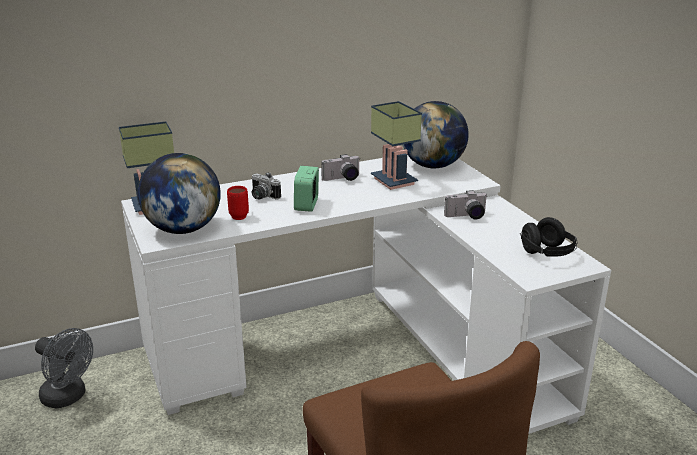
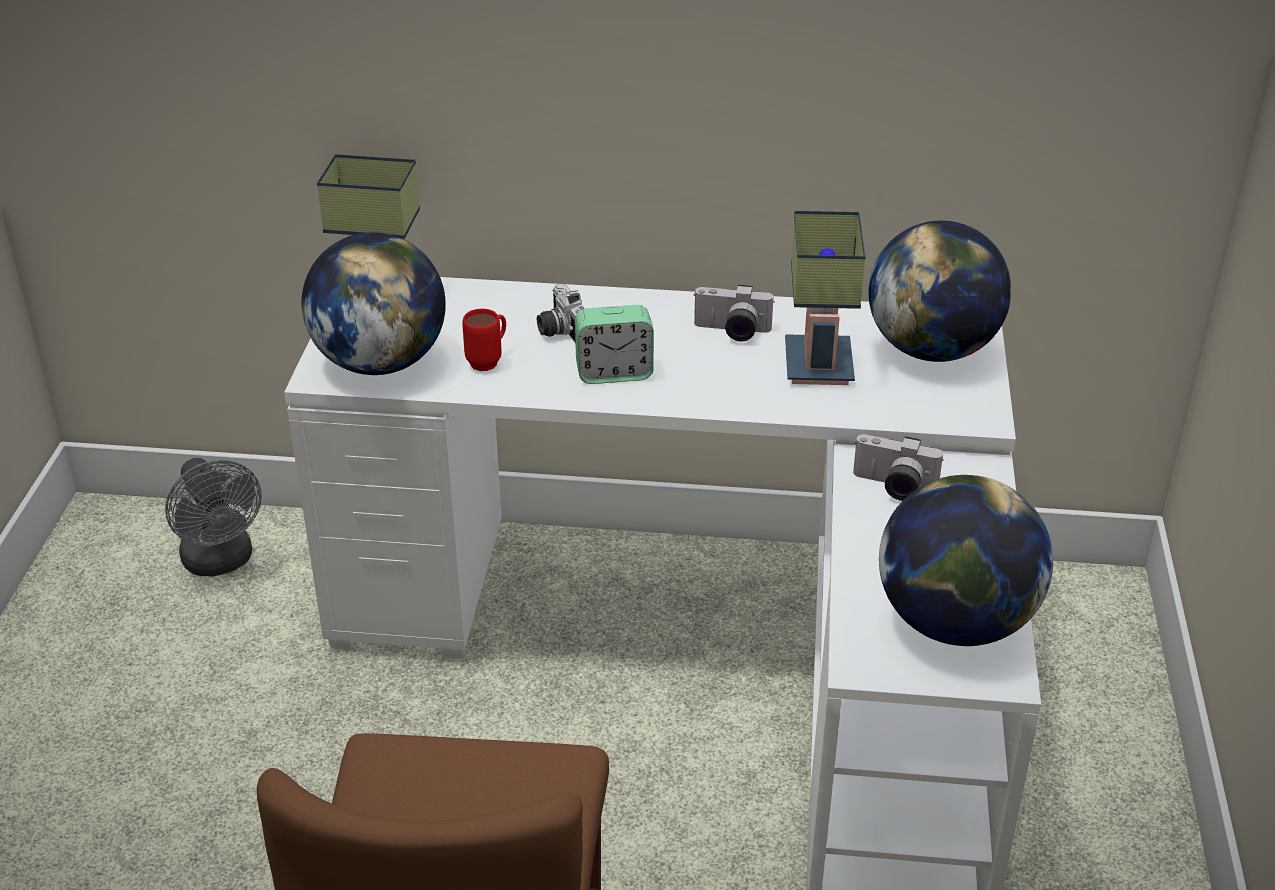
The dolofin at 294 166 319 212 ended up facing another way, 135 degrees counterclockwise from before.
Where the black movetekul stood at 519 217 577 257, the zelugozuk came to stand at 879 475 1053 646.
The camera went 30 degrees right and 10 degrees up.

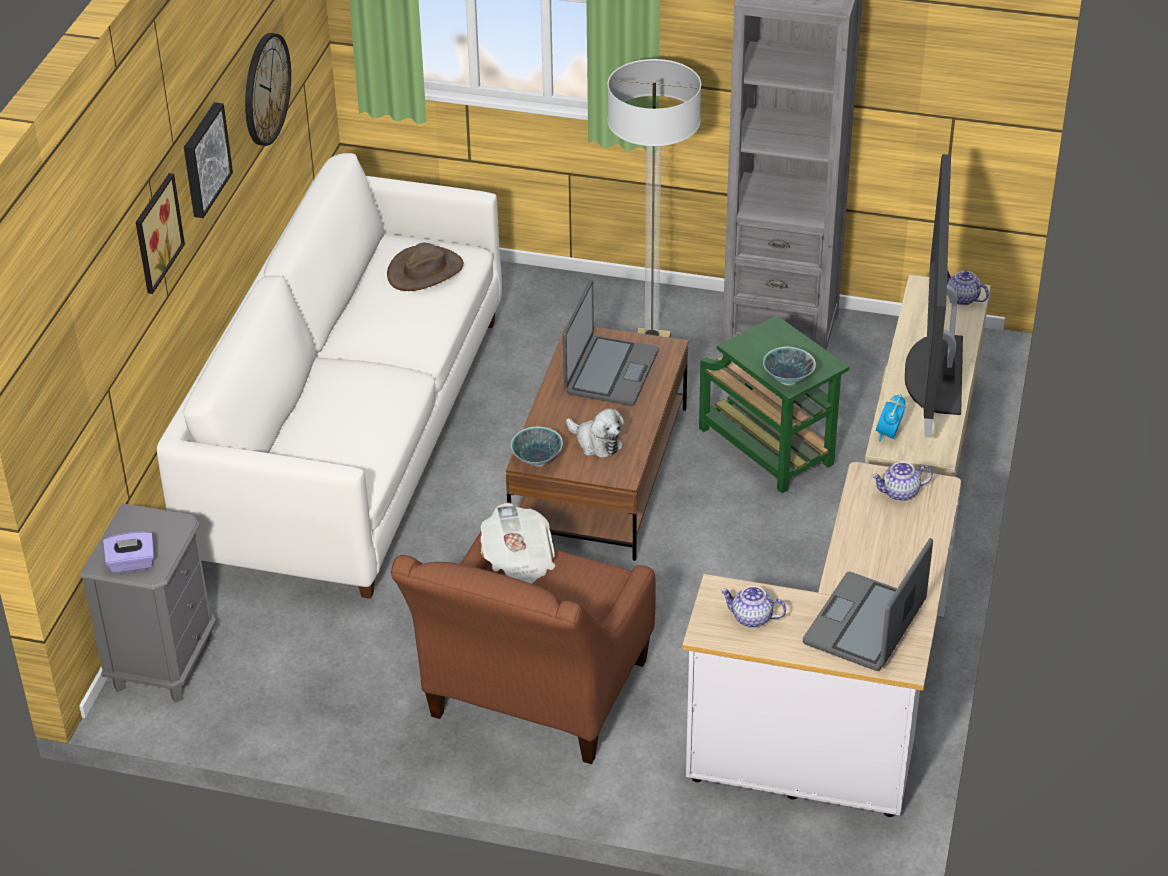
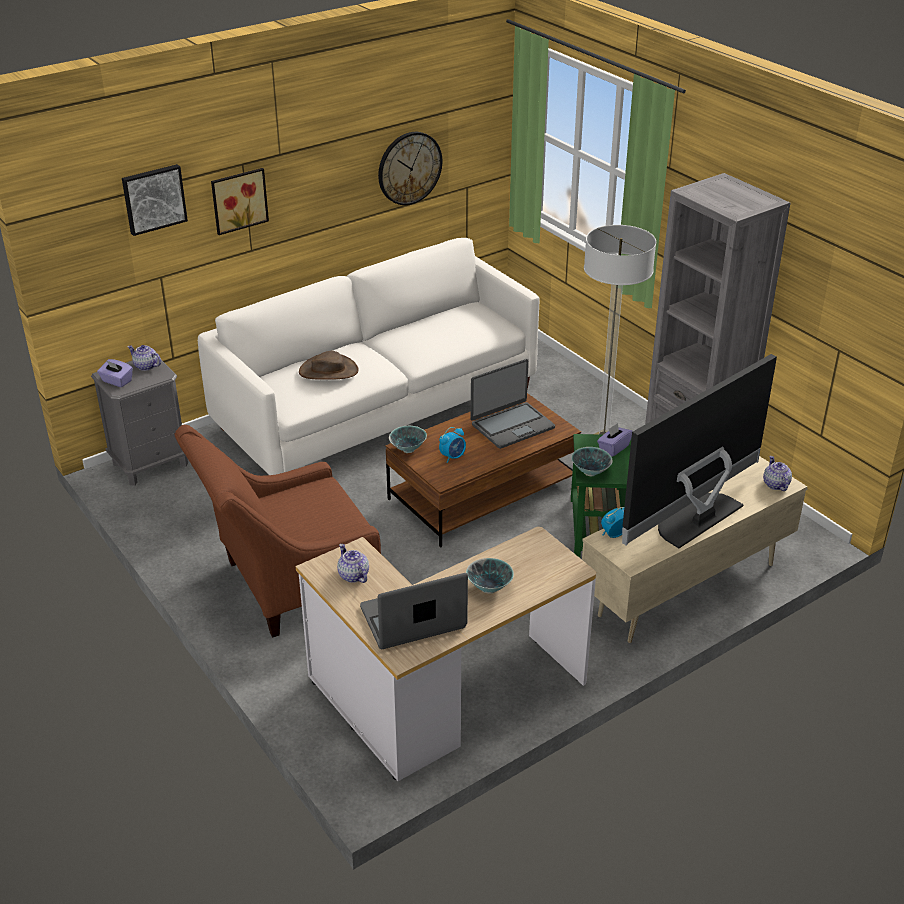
The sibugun ended up elsewhere, having gone from 184 102 233 218 to 122 164 188 236.
The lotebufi ended up elsewhere, having gone from 872 462 933 501 to 128 345 161 371.
The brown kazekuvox ended up elsewhere, having gone from 387 243 464 291 to 299 351 359 380.
Where the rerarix stood at 566 409 625 458, the dolofin came to stand at 439 427 466 463.
The second view gained the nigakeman at 466 558 514 594.
The second view gained the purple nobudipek at 597 423 633 457.
The second view lost the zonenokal at 481 503 555 584.
The camera went 40 degrees right and 5 degrees down.

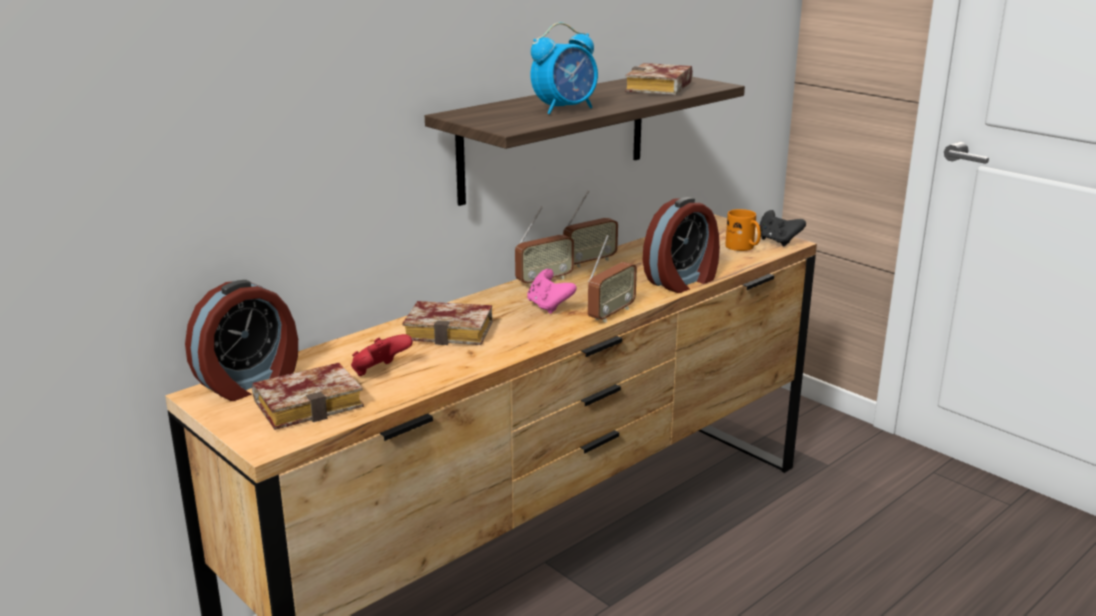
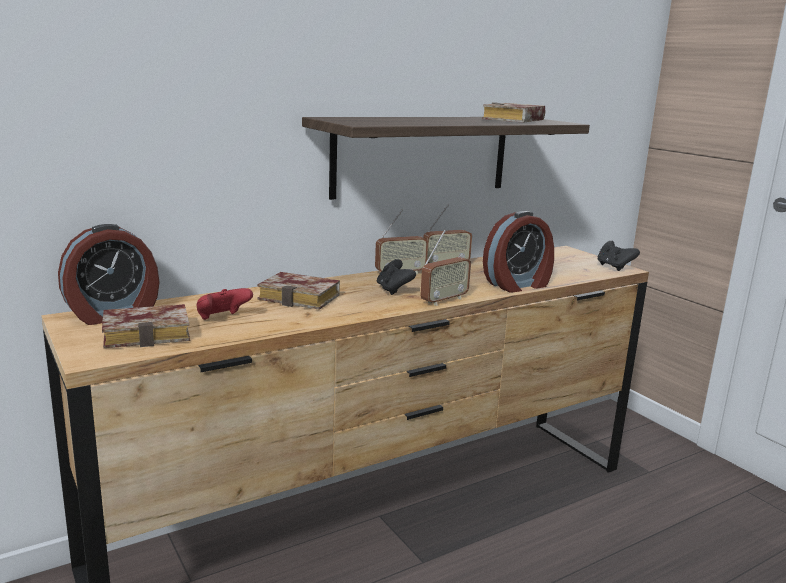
What was the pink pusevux at 527 269 577 314 turned into the black pusevux at 377 259 416 295.
The second view lost the dolofin at 531 22 598 114.
The second view lost the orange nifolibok at 725 209 761 251.
The camera went 10 degrees right and 5 degrees down.

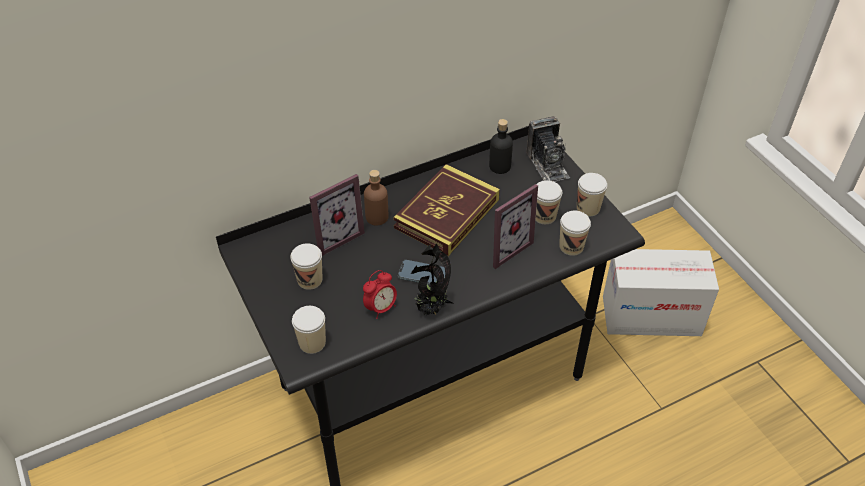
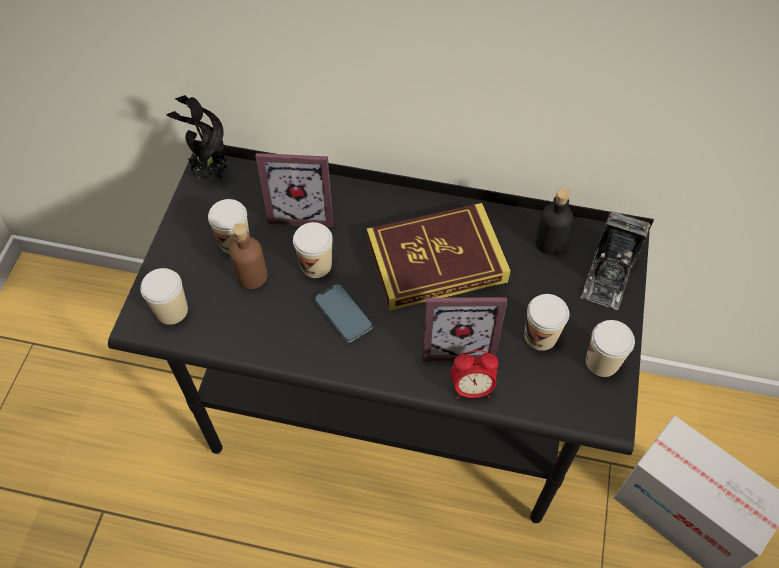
The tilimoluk ended up elsewhere, having gone from 411 243 453 315 to 166 95 227 179.
The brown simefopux ended up elsewhere, having gone from 364 170 388 226 to 229 223 267 289.
The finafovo ended up elsewhere, having gone from 559 211 591 256 to 293 222 333 278.
The dolofin ended up elsewhere, having gone from 363 270 397 319 to 450 350 498 399.
The camera went 40 degrees right and 10 degrees up.

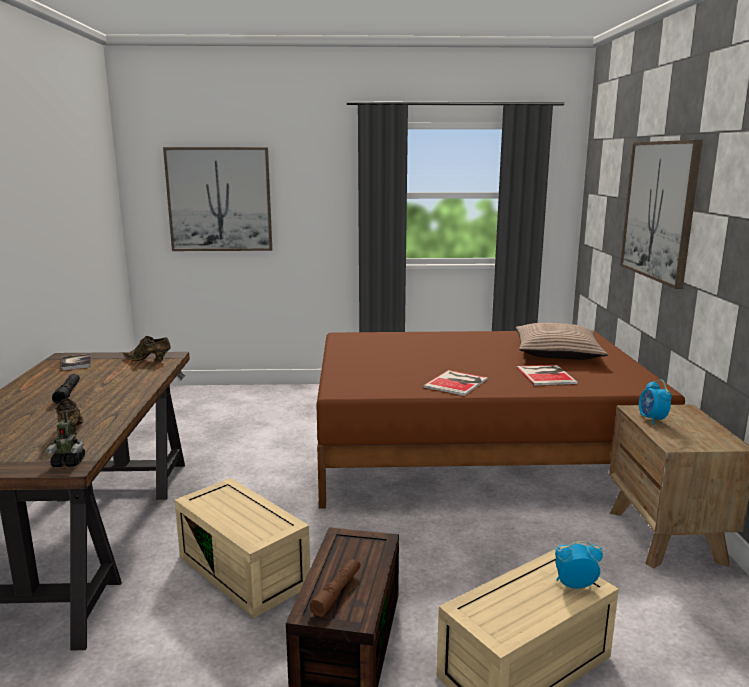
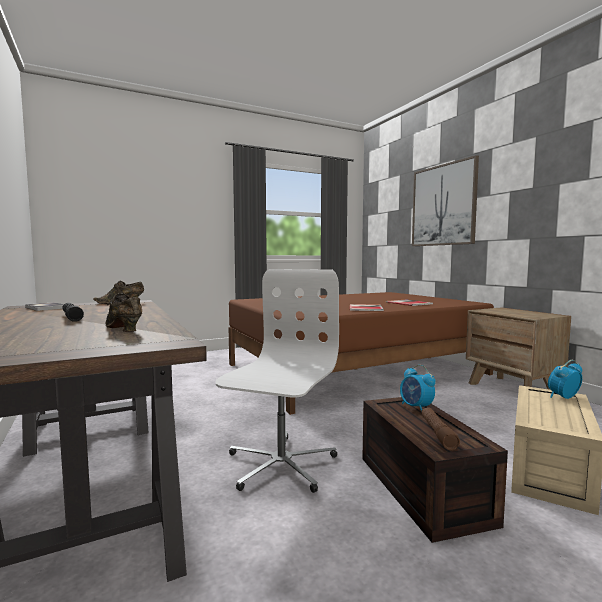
Where the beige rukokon stood at 175 478 310 618, the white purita came to stand at 215 269 339 493.
The dolofin ended up elsewhere, having gone from 639 380 672 424 to 400 365 436 411.
The second view lost the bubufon at 47 411 85 467.
The second view lost the sibugun at 163 147 272 251.
The second view lost the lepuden at 516 323 608 360.
The camera went 25 degrees left and 10 degrees down.

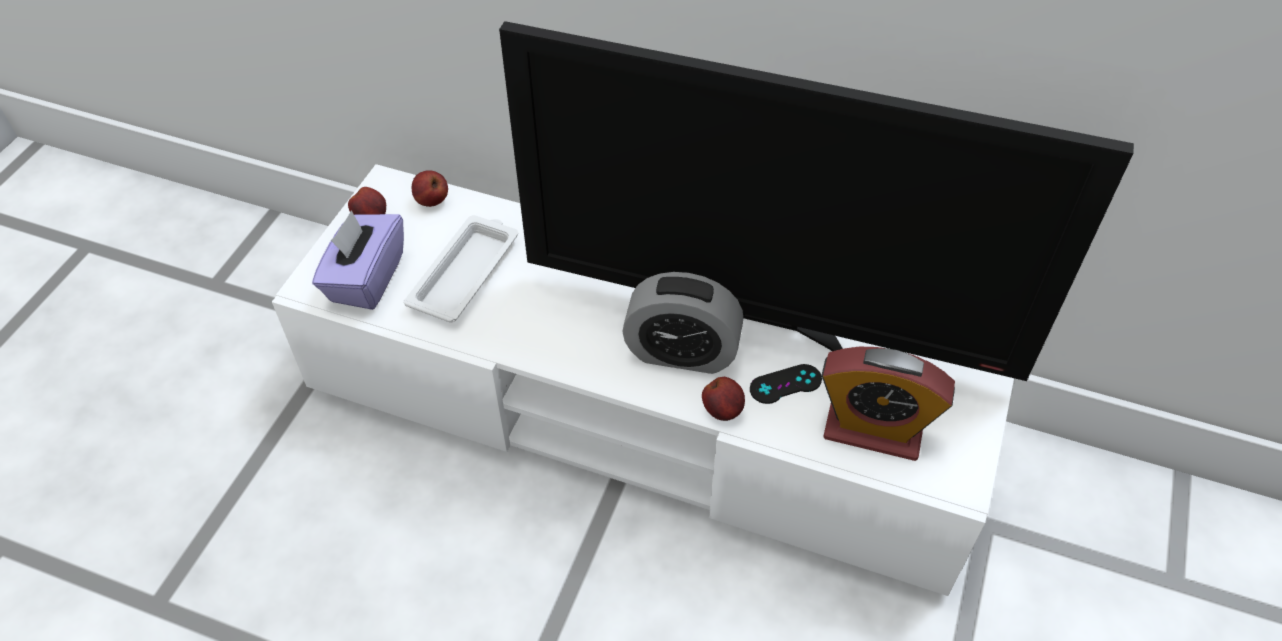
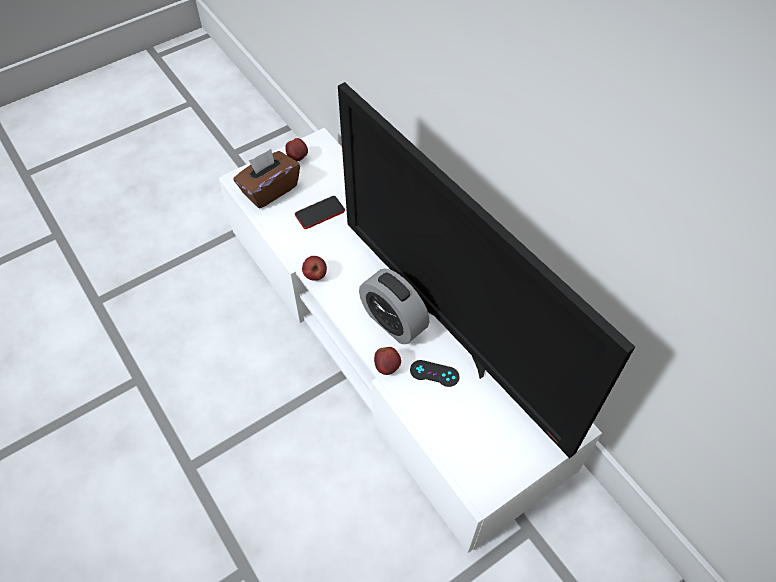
What was the purple nobudipek at 312 210 404 310 turned into the brown nobudipek at 233 149 300 208.
Where the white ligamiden stood at 404 215 518 323, the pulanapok came to stand at 295 196 345 229.
The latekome ended up elsewhere, having gone from 412 170 448 207 to 302 256 327 281.
The second view lost the dolofin at 821 347 955 461.
The camera went 35 degrees right and 5 degrees up.

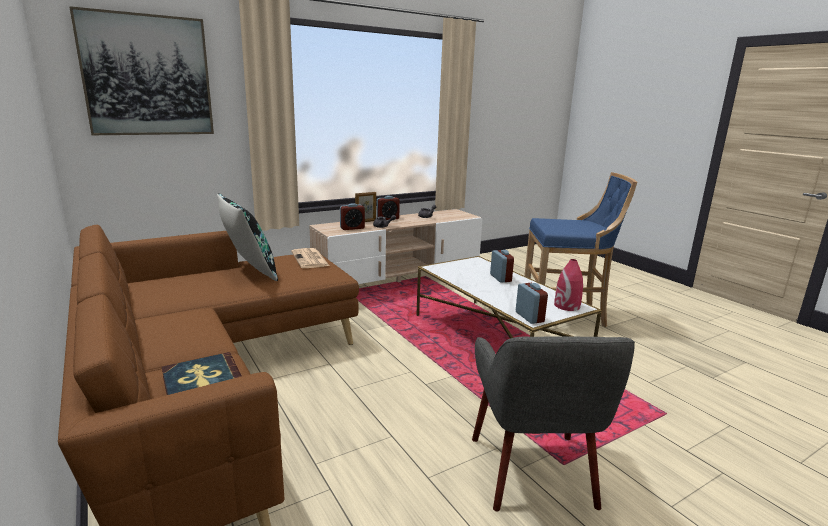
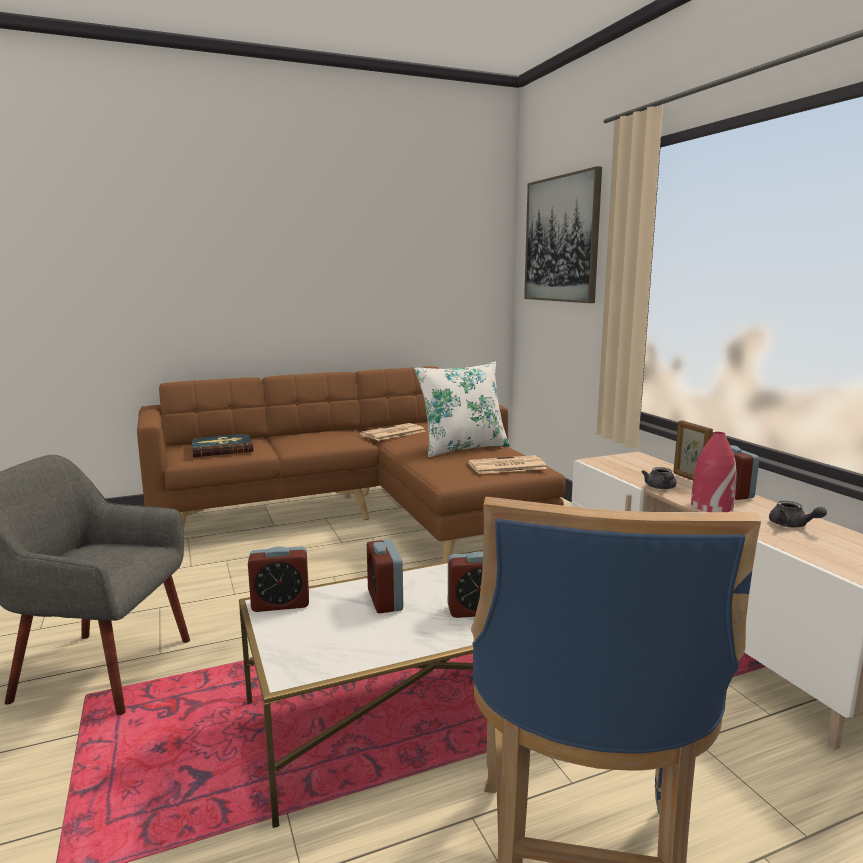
The second view gained the zonenokal at 360 423 425 441.
The dolofin ended up elsewhere, having gone from 340 203 365 230 to 367 539 403 614.
What was the black lepuden at 217 193 278 281 turned into the white lepuden at 414 361 510 457.
The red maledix ended up elsewhere, having gone from 554 259 583 311 to 691 432 737 512.
The camera went 100 degrees right and 5 degrees down.

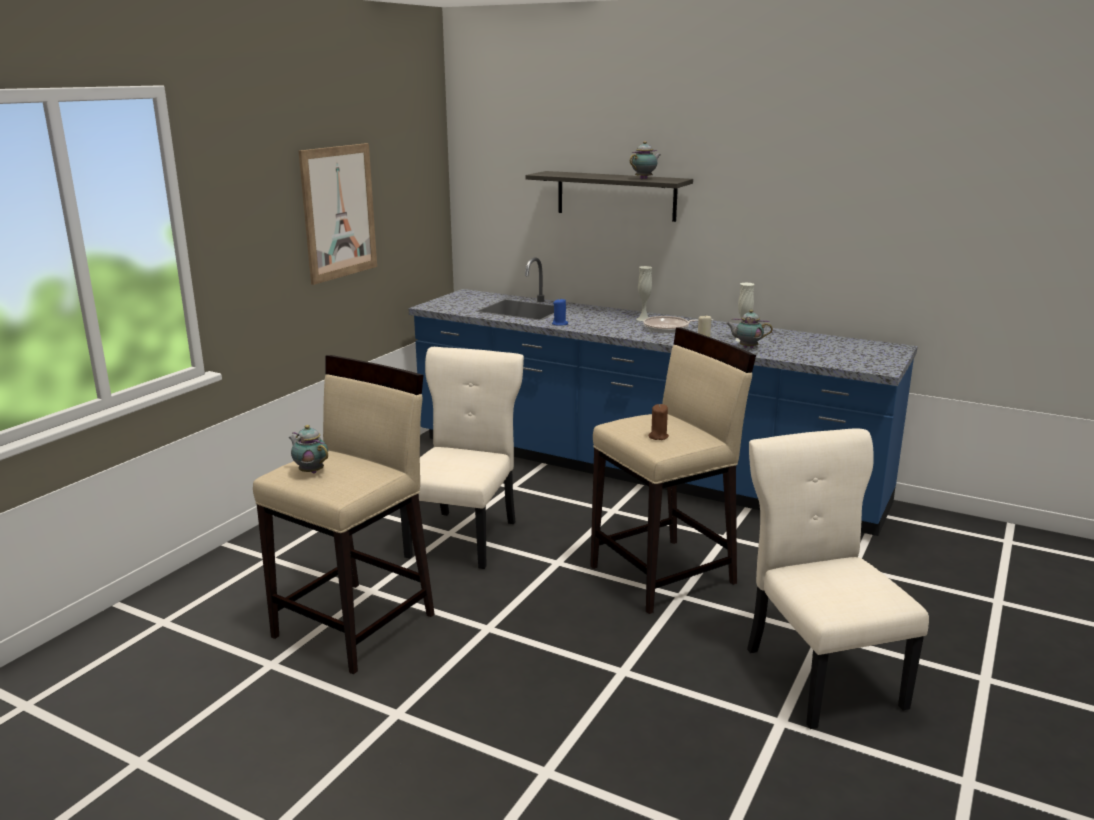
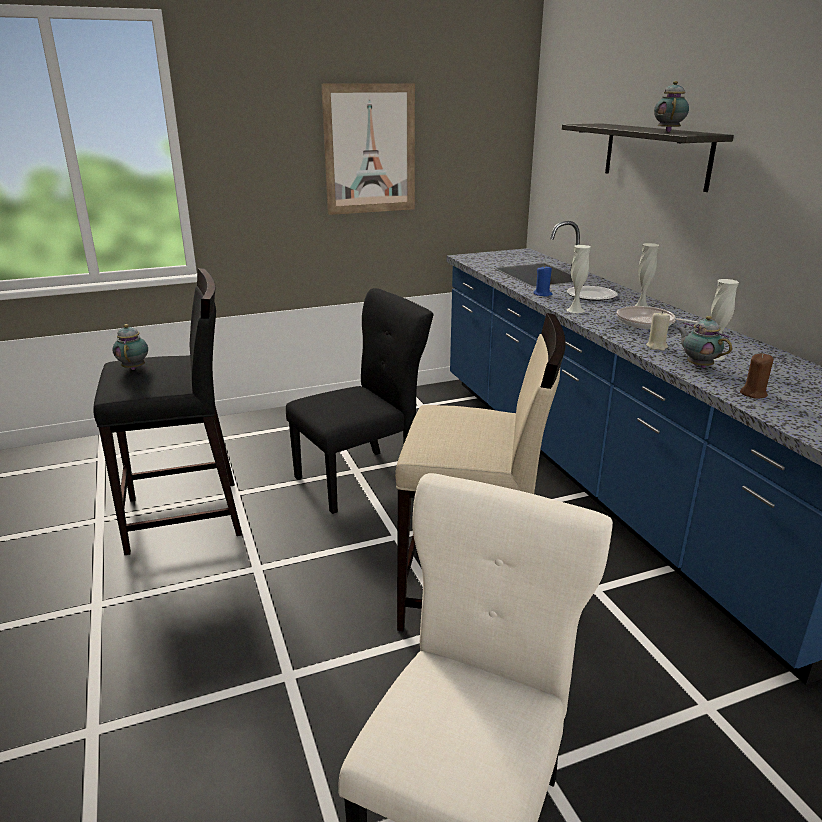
What was the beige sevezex at 253 355 435 674 turned into the black sevezex at 94 268 242 556.
What was the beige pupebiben at 400 347 524 569 turned into the black pupebiben at 286 288 433 514.
The second view gained the white maledix at 566 245 591 313.
The second view gained the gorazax at 567 286 618 301.
The lotebufi at 630 141 660 179 ended up facing another way, 75 degrees counterclockwise from before.
The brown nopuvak ended up elsewhere, having gone from 649 404 669 440 to 740 353 774 398.
The camera went 40 degrees right and 5 degrees up.

